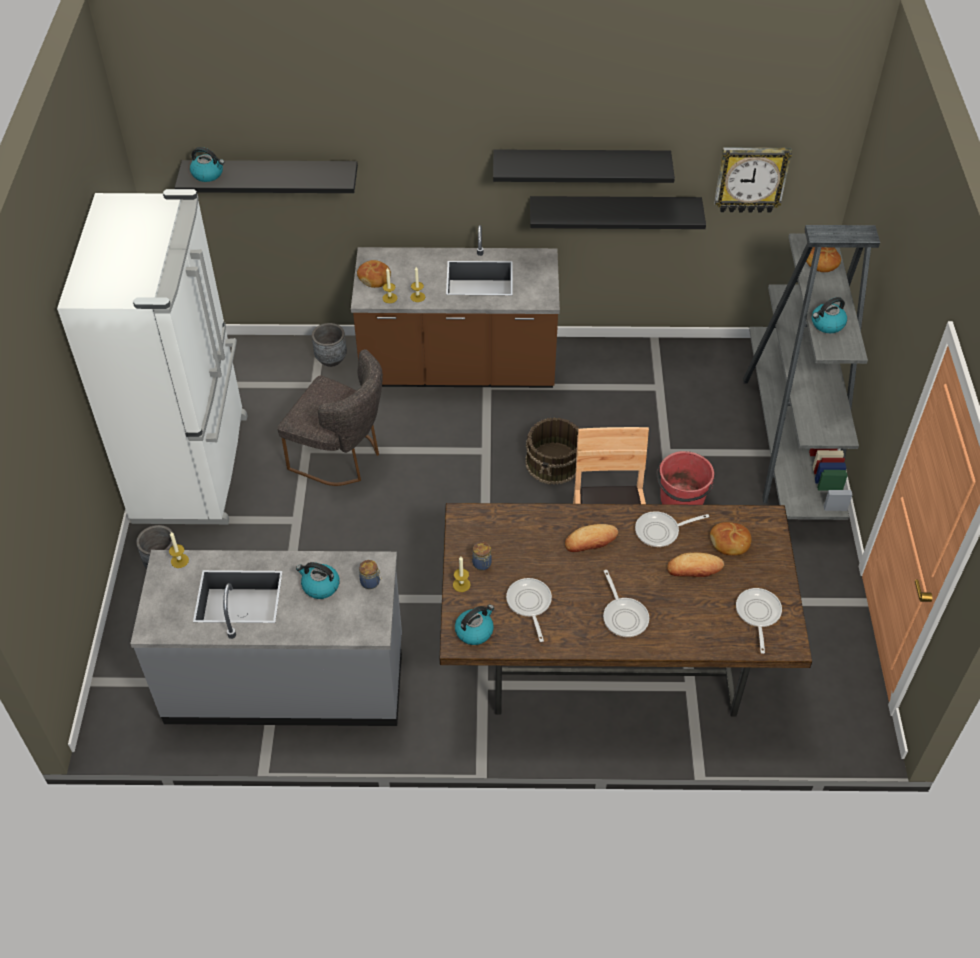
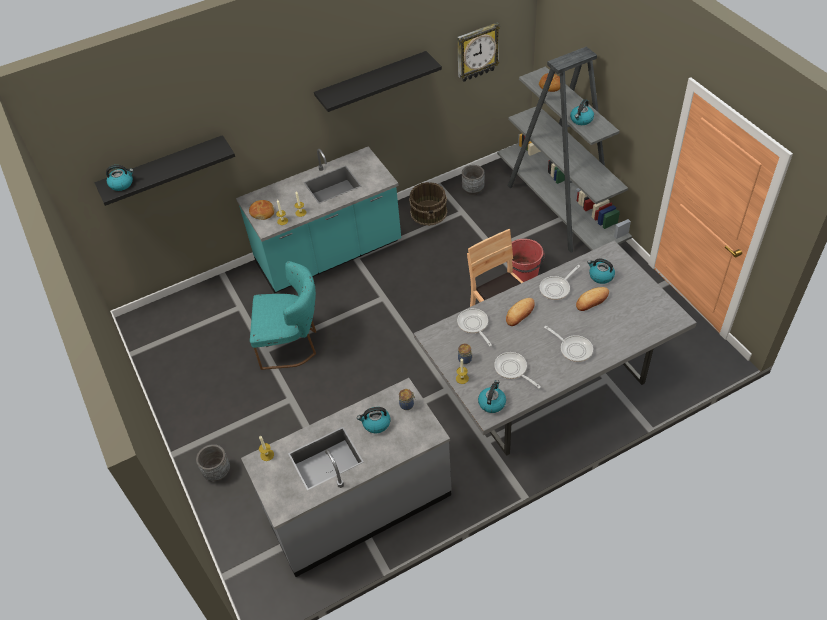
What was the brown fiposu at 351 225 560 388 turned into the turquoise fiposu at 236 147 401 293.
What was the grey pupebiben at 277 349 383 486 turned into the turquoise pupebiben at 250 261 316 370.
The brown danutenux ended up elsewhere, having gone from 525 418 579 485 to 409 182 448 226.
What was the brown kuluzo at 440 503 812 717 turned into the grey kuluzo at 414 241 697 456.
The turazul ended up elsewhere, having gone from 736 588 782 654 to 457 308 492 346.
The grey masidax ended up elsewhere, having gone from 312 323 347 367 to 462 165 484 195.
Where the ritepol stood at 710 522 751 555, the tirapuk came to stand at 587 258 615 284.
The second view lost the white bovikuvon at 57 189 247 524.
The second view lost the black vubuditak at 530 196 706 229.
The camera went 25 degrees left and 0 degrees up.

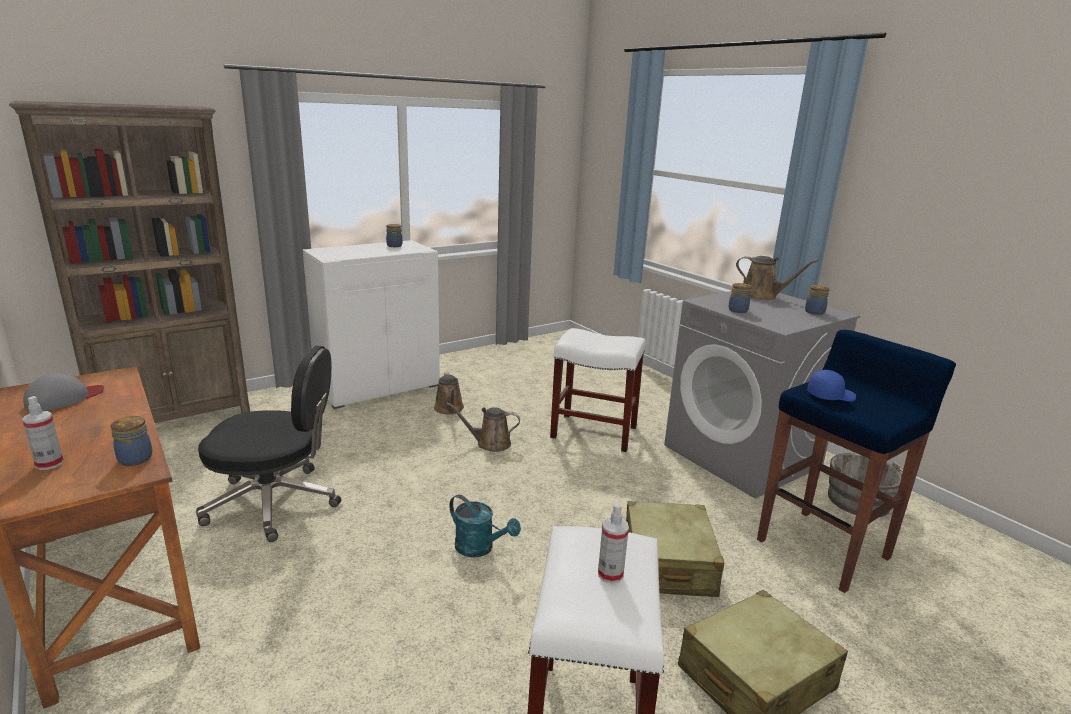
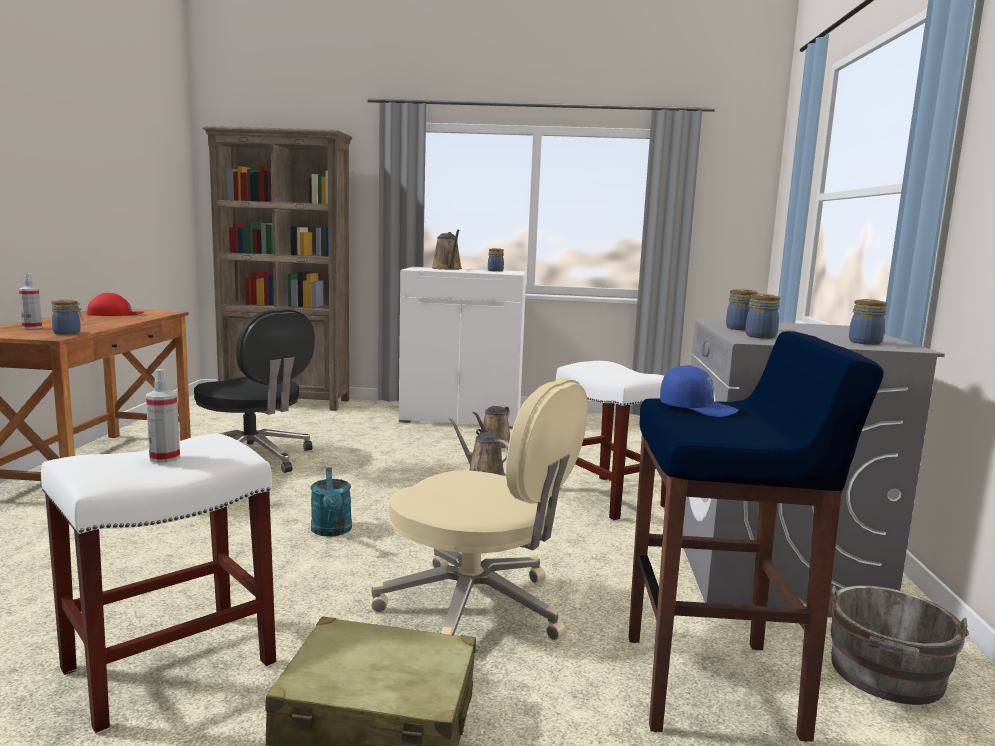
What was the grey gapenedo at 23 373 104 411 turned into the red gapenedo at 87 293 144 316.
Where the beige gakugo stood at 626 501 724 597, the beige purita came to stand at 371 378 588 641.
The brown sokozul ended up elsewhere, having gone from 736 256 818 300 to 432 229 462 270.
The second view gained the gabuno at 745 294 780 339.
The camera went 40 degrees right and 10 degrees down.

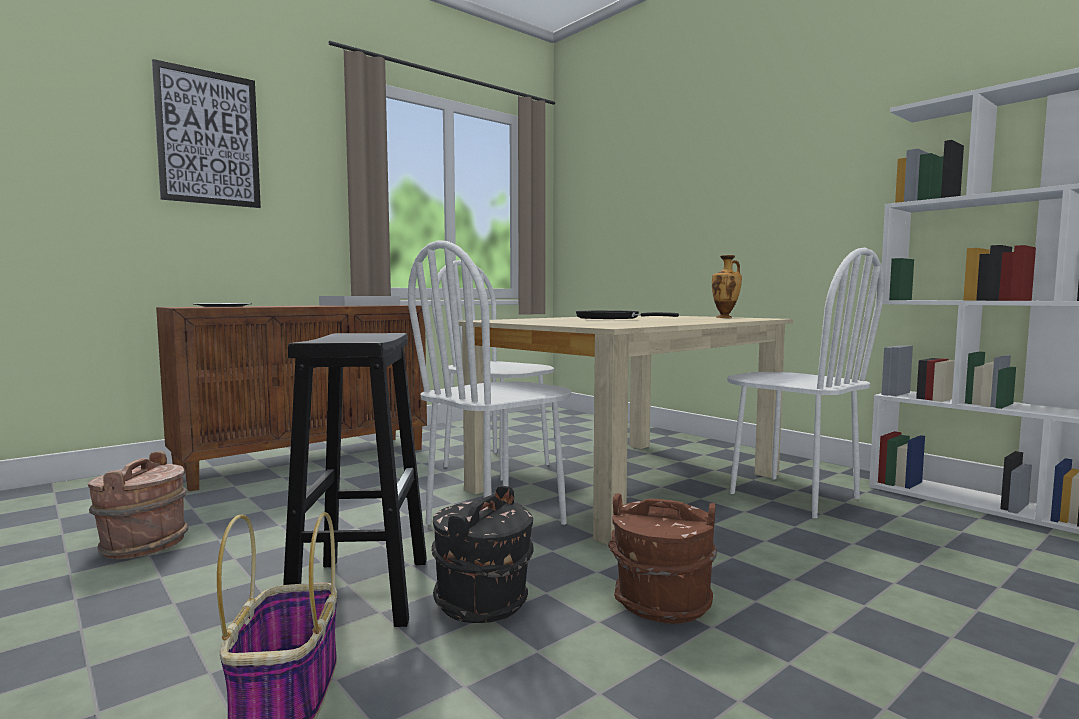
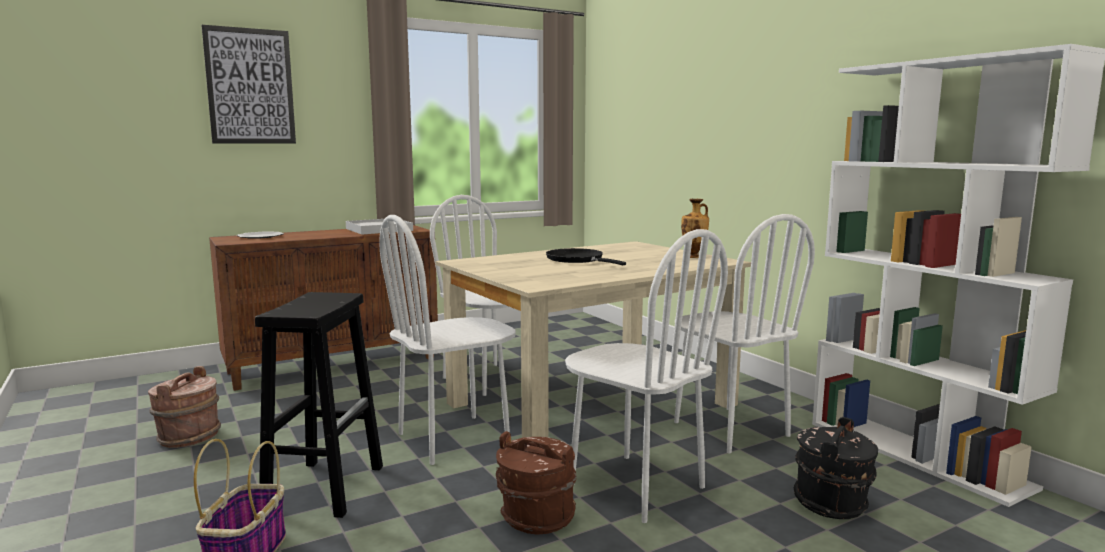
The second view gained the white pupebiben at 565 229 728 523.
The black danutenux ended up elsewhere, having gone from 431 485 533 623 to 794 417 878 519.
The camera went 10 degrees right and 5 degrees up.

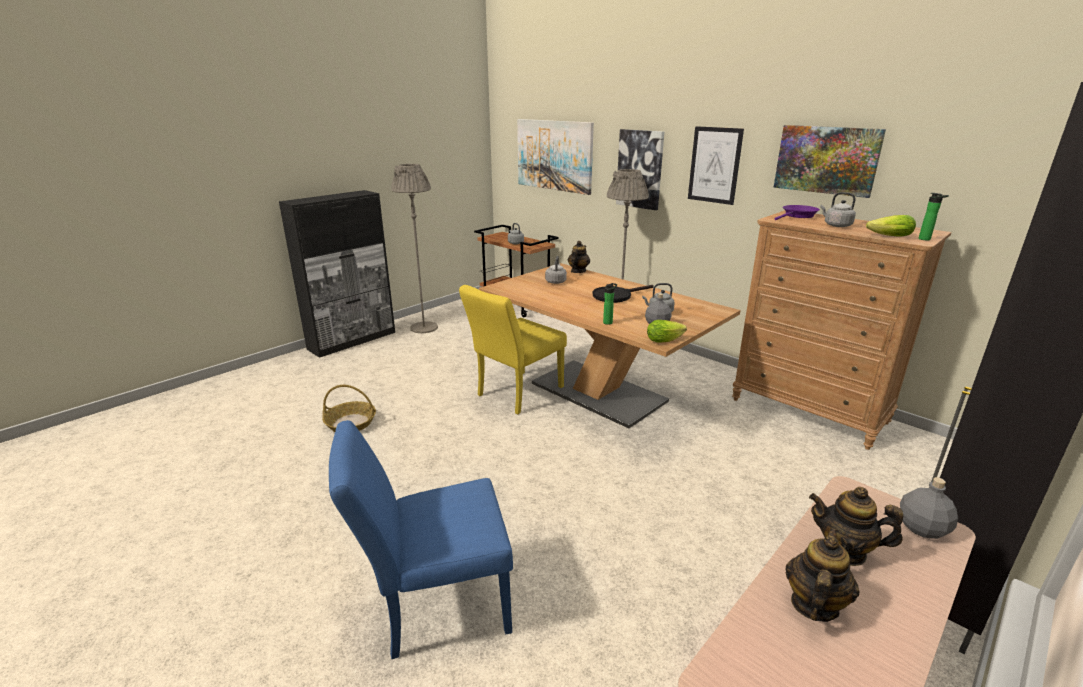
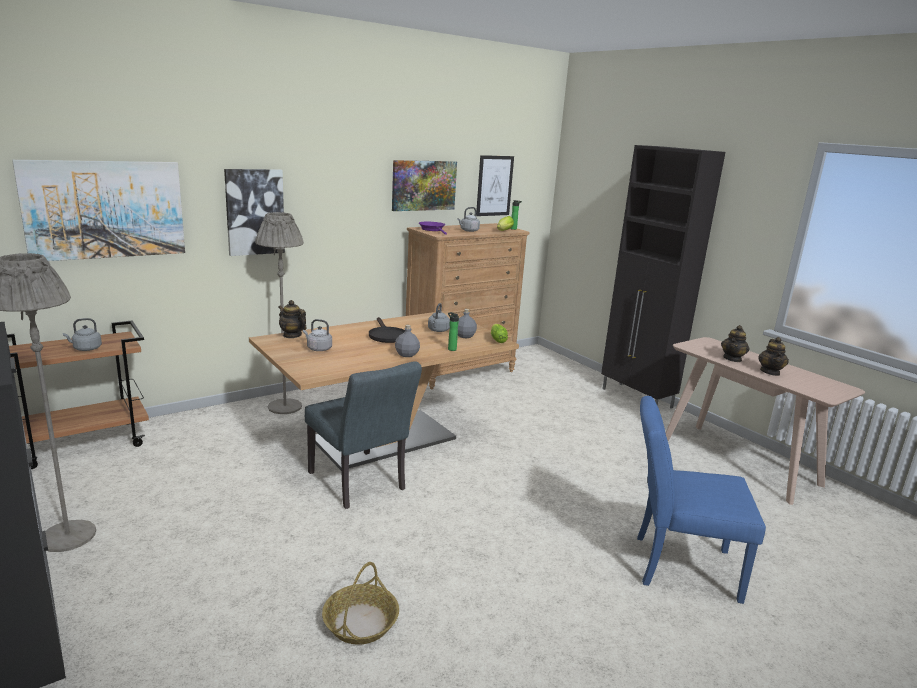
What was the yellow pupebiben at 459 285 567 414 turned into the grey pupebiben at 305 361 422 509.
The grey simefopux ended up elsewhere, having gone from 900 477 958 539 to 395 325 420 357.
The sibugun ended up elsewhere, having gone from 688 126 744 205 to 476 155 514 216.
The blue pupebiben at 329 420 513 659 ended up facing another way, 105 degrees clockwise from before.
The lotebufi at 785 528 860 622 ended up facing another way, 120 degrees counterclockwise from before.
The camera went 80 degrees left and 5 degrees down.

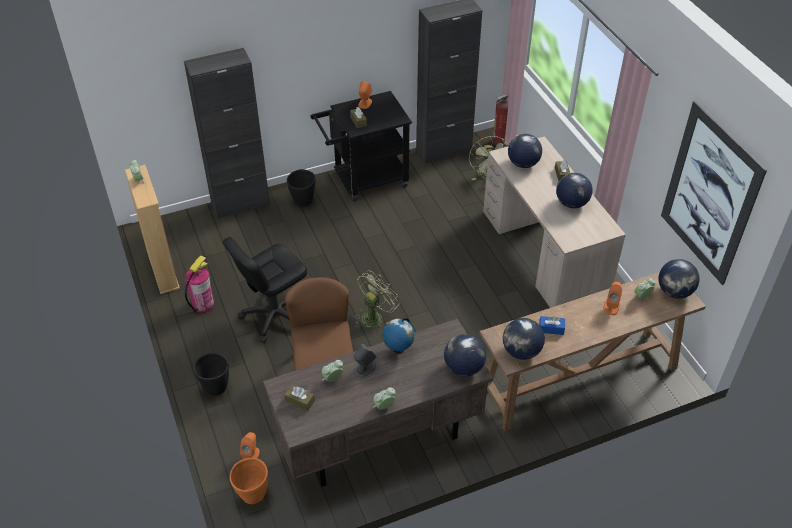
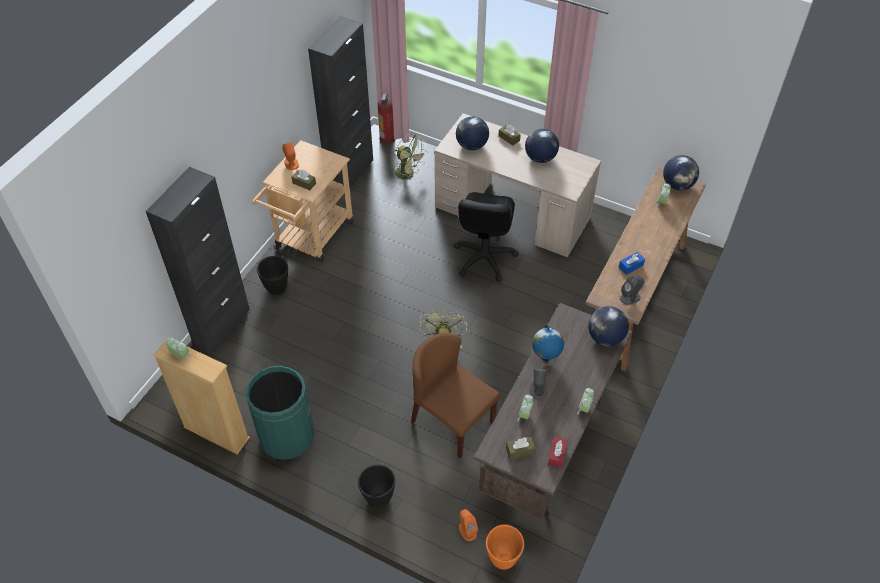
Where the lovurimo stood at 185 256 214 313, the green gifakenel came to stand at 246 366 315 460.
What was the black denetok at 311 91 412 202 turned into the beige denetok at 252 140 353 262.
The black purita ended up elsewhere, having gone from 223 237 307 343 to 454 192 519 282.
The second view gained the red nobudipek at 548 436 567 467.
Where the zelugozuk stood at 503 318 545 360, the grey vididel came to stand at 620 276 645 305.
The second view lost the orange vididel at 604 282 622 315.
The second view lost the sibugun at 661 101 767 285.
The camera went 40 degrees left and 5 degrees up.

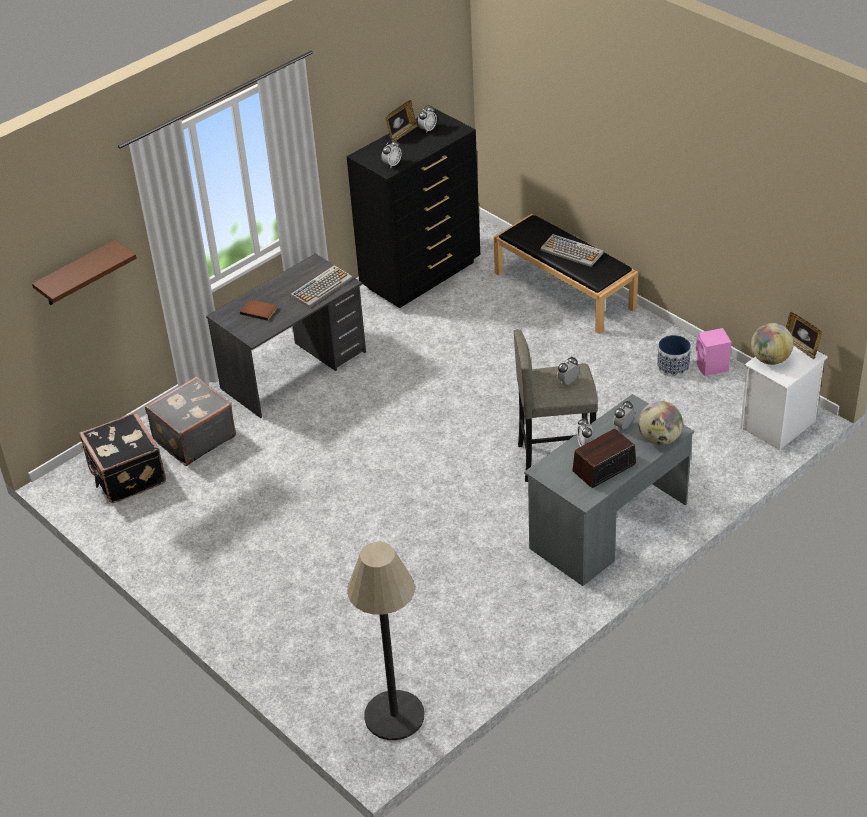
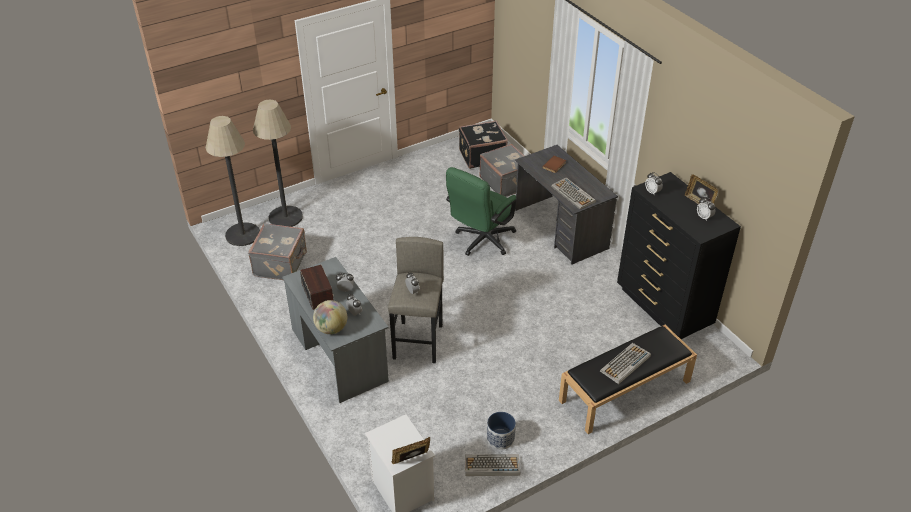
The second view gained the grey gakugo at 248 223 307 280.
The second view gained the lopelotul at 253 100 303 227.
The second view gained the green purita at 446 167 516 256.
Where the pink vididel stood at 696 328 731 376, the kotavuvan came to stand at 465 454 520 476.
The second view lost the brown vubuditak at 32 240 137 305.
The second view lost the zelugozuk at 751 323 794 365.
The camera went 100 degrees right and 0 degrees up.

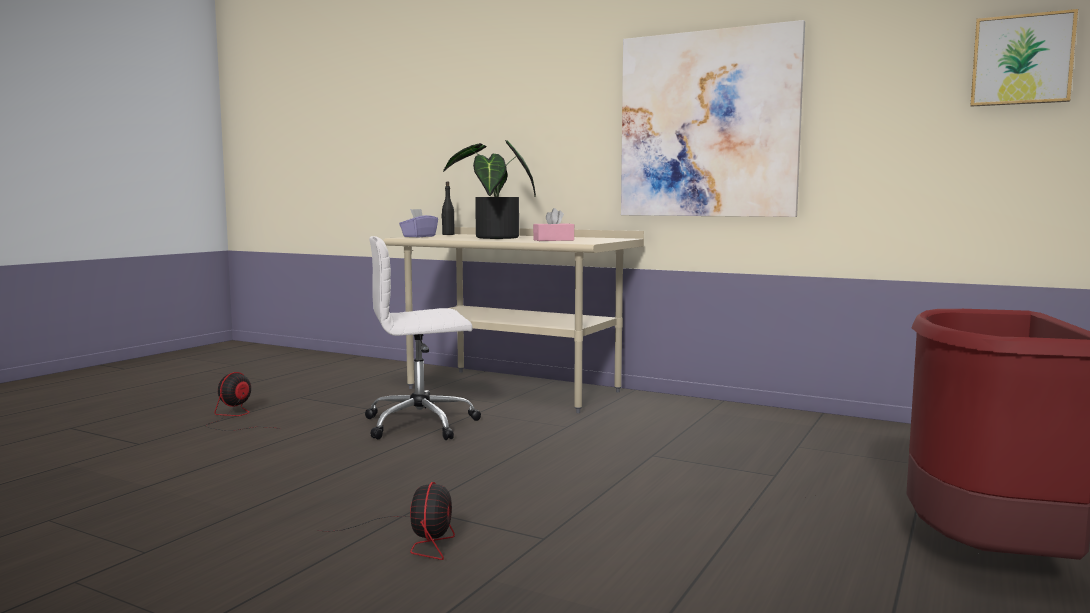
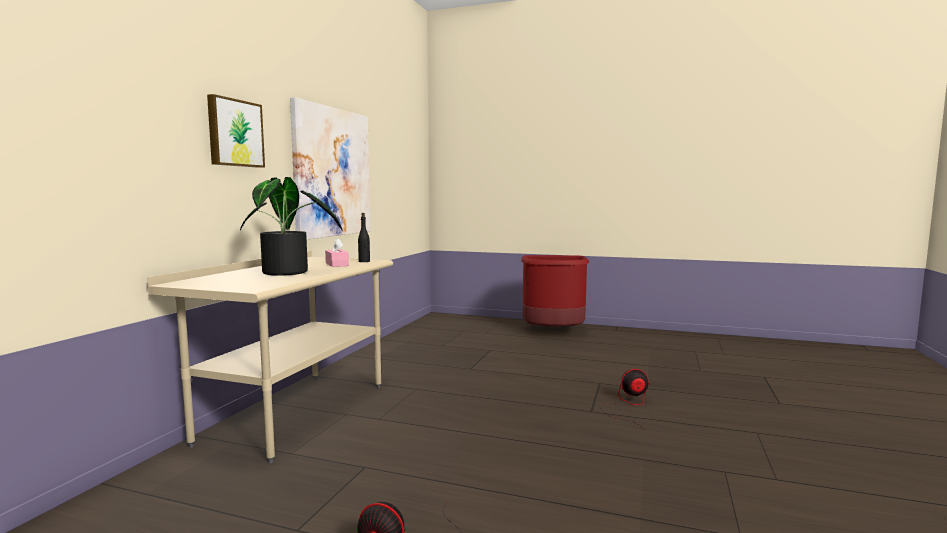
The sibugun ended up elsewhere, having gone from 970 9 1078 107 to 207 94 265 168.
The black simefopux ended up elsewhere, having gone from 441 182 455 235 to 358 213 370 262.
The second view lost the white purita at 365 236 481 440.
The second view lost the purple nobudipek at 399 209 438 237.
The camera went 100 degrees left and 0 degrees up.

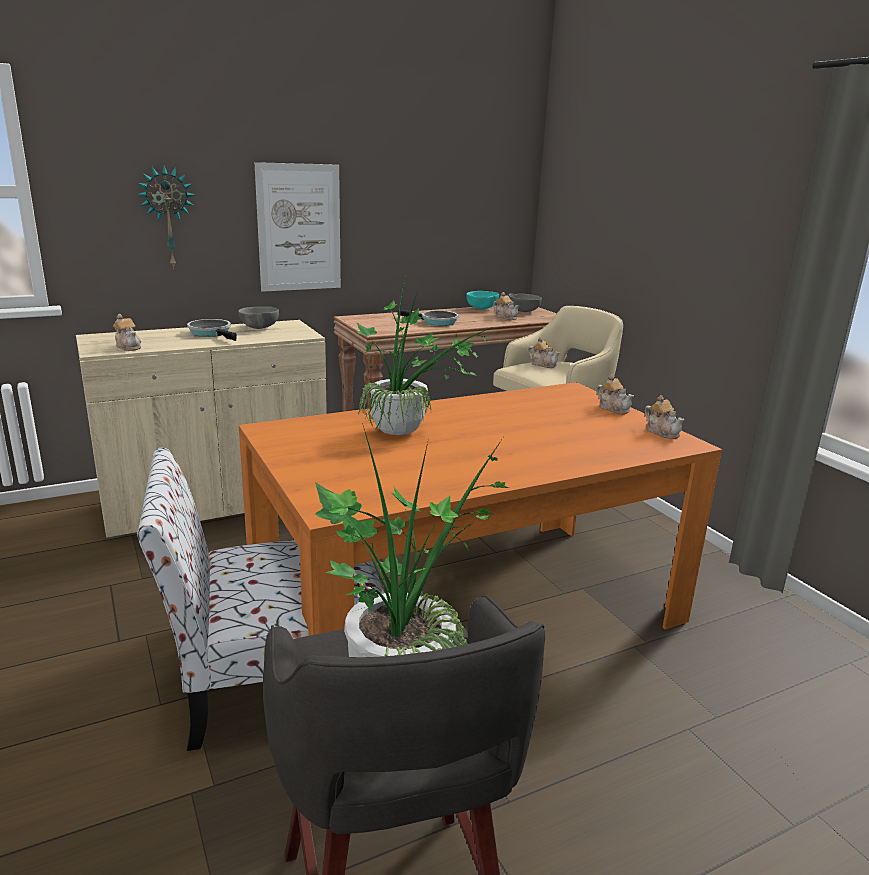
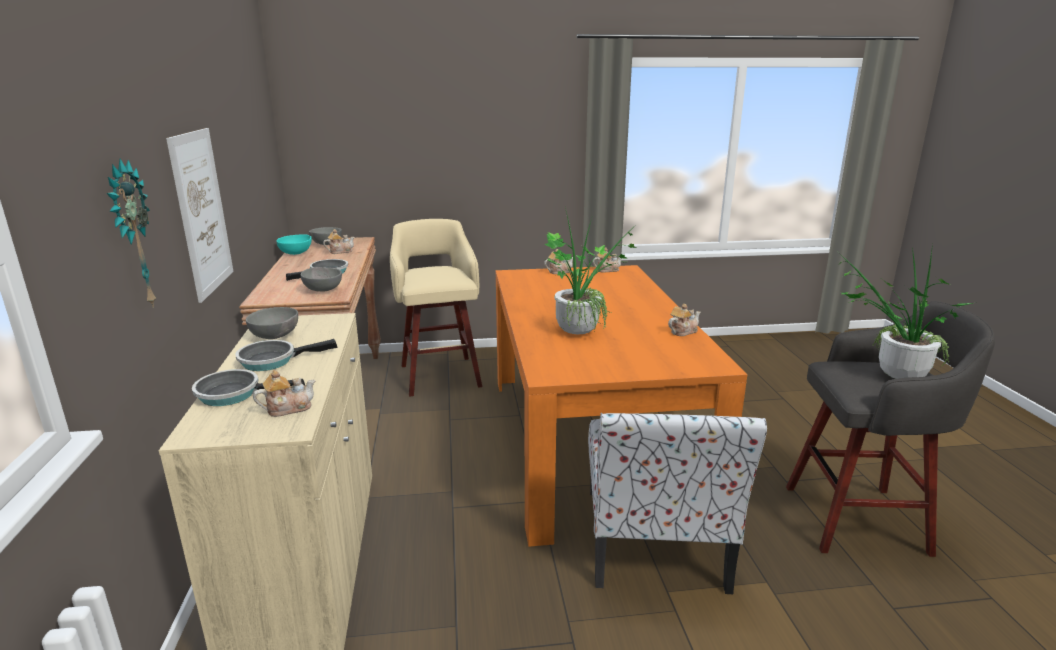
The second view gained the turazul at 192 369 305 406.
The second view gained the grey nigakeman at 301 267 342 292.
The lotebufi ended up elsewhere, having gone from 528 337 560 368 to 668 304 701 336.
The camera went 70 degrees left and 0 degrees up.

